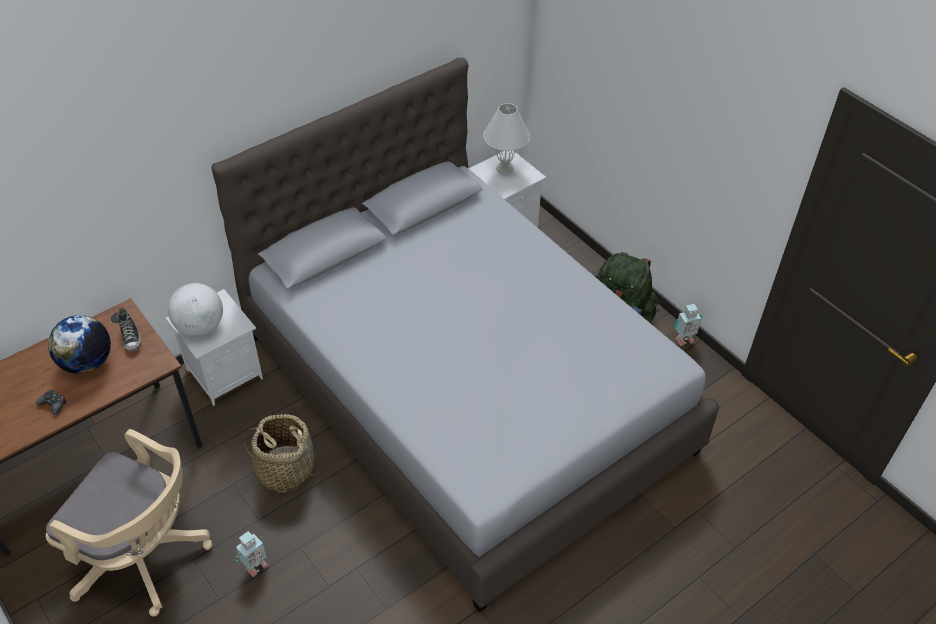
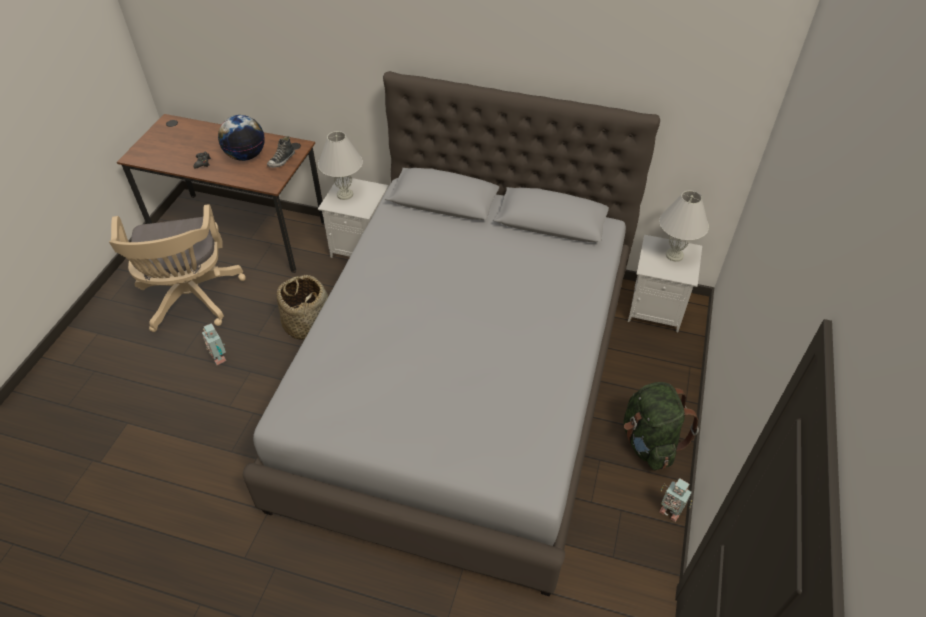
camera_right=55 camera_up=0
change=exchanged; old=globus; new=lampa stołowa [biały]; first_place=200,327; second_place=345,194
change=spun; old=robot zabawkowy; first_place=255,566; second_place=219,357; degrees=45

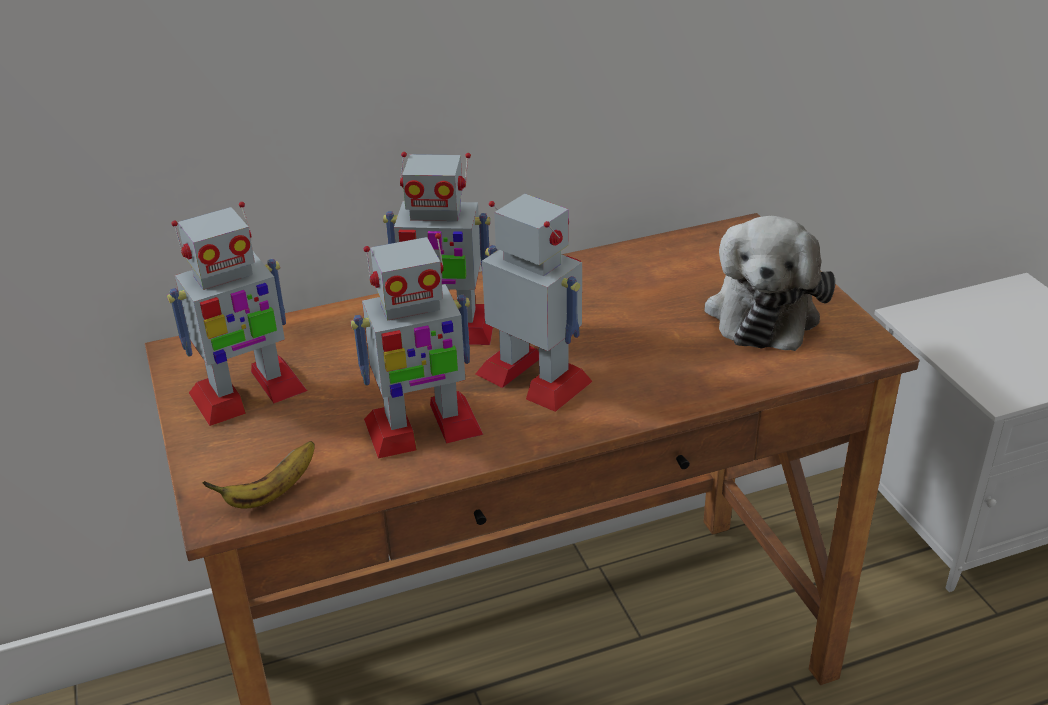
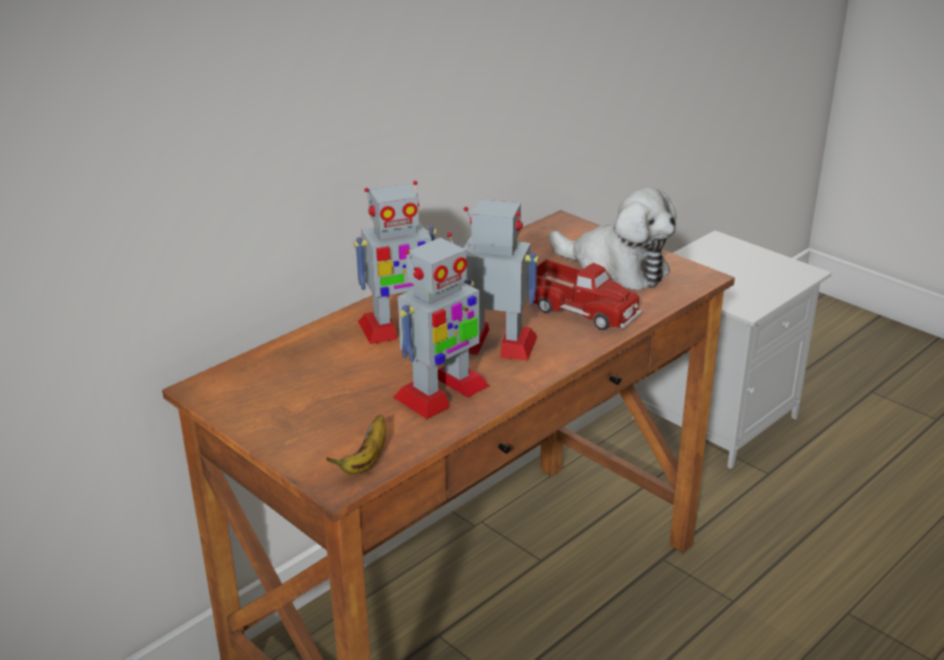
camera_right=-25 camera_up=-5
change=missing; old=robot zabawkowy; first_place=247,393
change=appeared; new=ciężarówka zabawkowa; second_place=581,309
change=spun; old=pluszak; first_place=763,311; second_place=616,269; degrees=-45

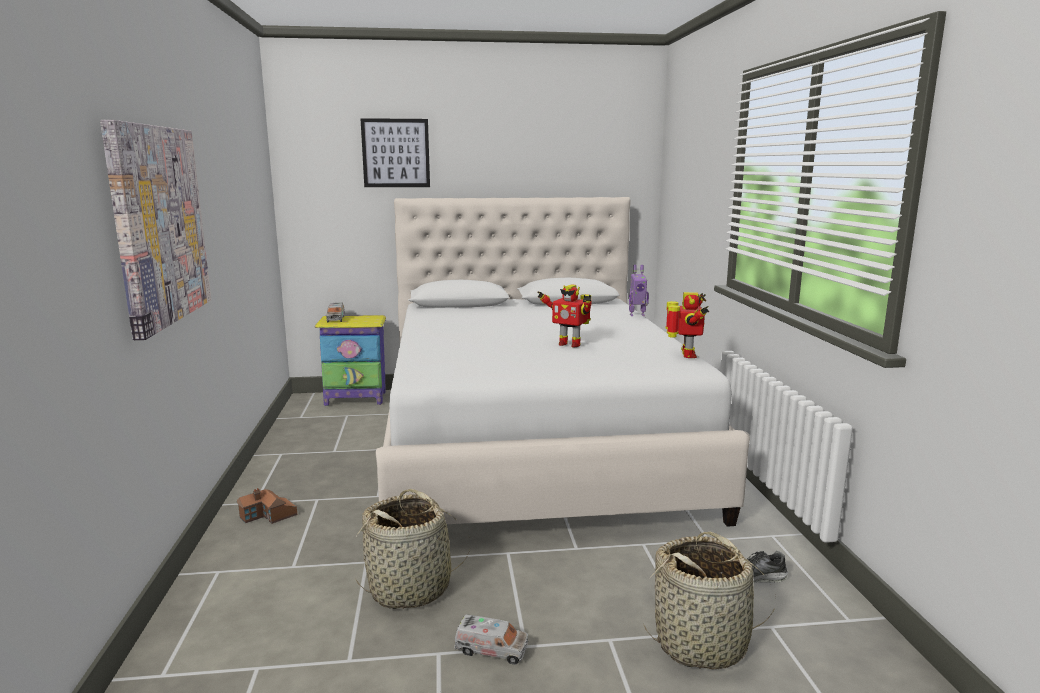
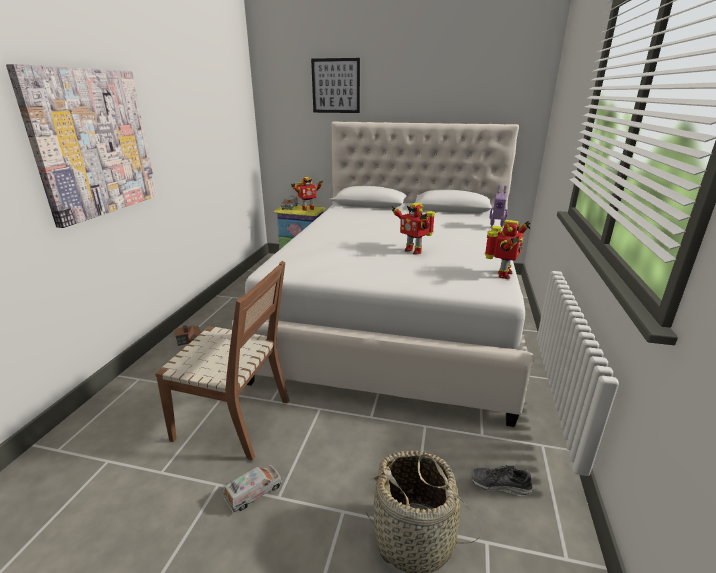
camera_right=20 camera_up=10
change=appeared; new=robot zabawkowy; second_place=307,209
change=exchanged; old=koszyk; new=krzesło; first_place=411,588; second_place=237,422
change=spun; old=ciężarówka zabawkowa; first_place=491,649; second_place=254,493; degrees=-75

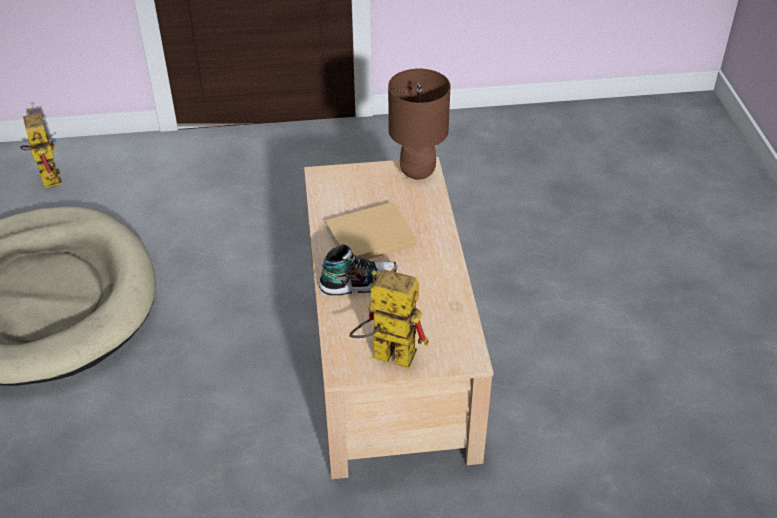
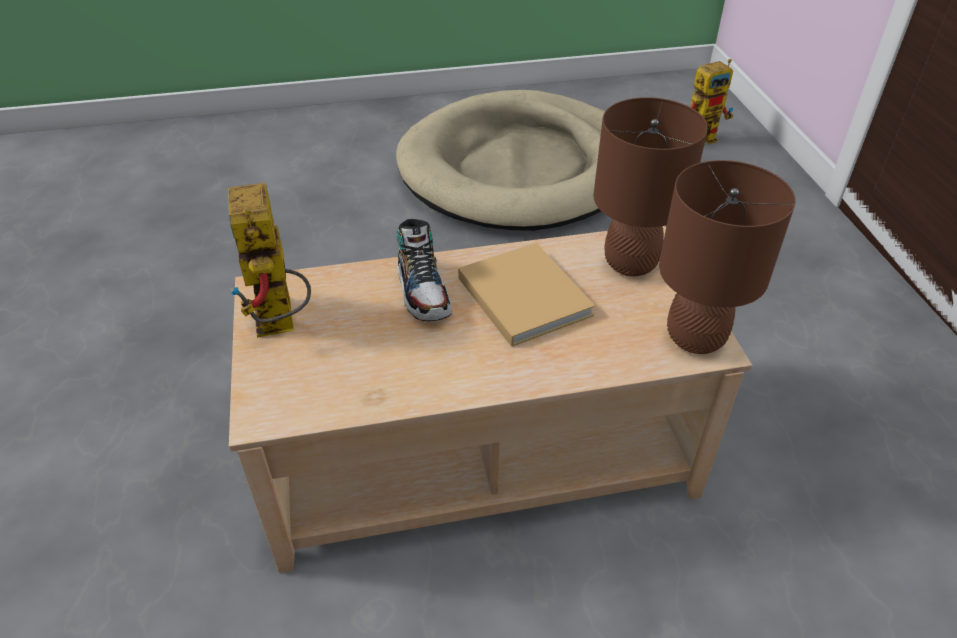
camera_right=85 camera_up=0
change=appeared; new=lampa stołowa [brązowy]; second_place=632,264
change=spun; old=robot zabawkowy; first_place=384,355; second_place=281,325; degrees=150

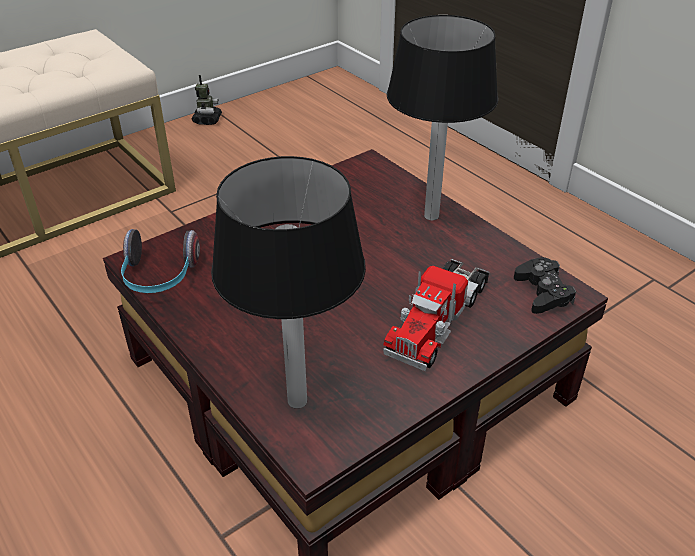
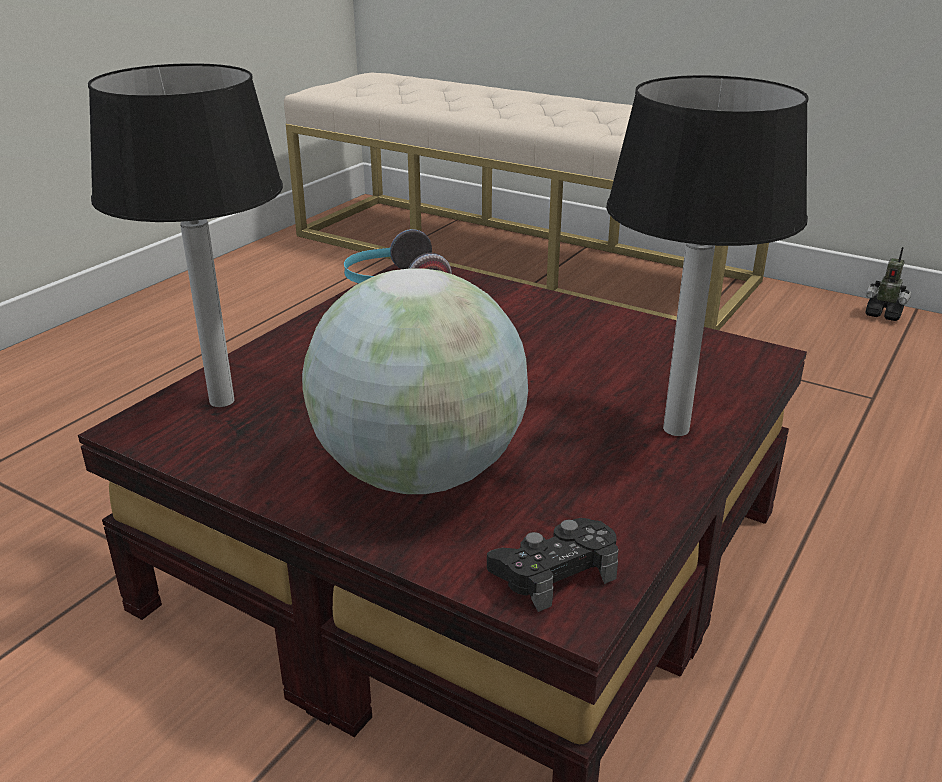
camera_right=70 camera_up=-10
change=exchanged; old=ciężarówka zabawkowa; new=globus; first_place=438,319; second_place=420,474
change=spun; old=robot zabawkowy; first_place=207,120; second_place=883,314; degrees=45

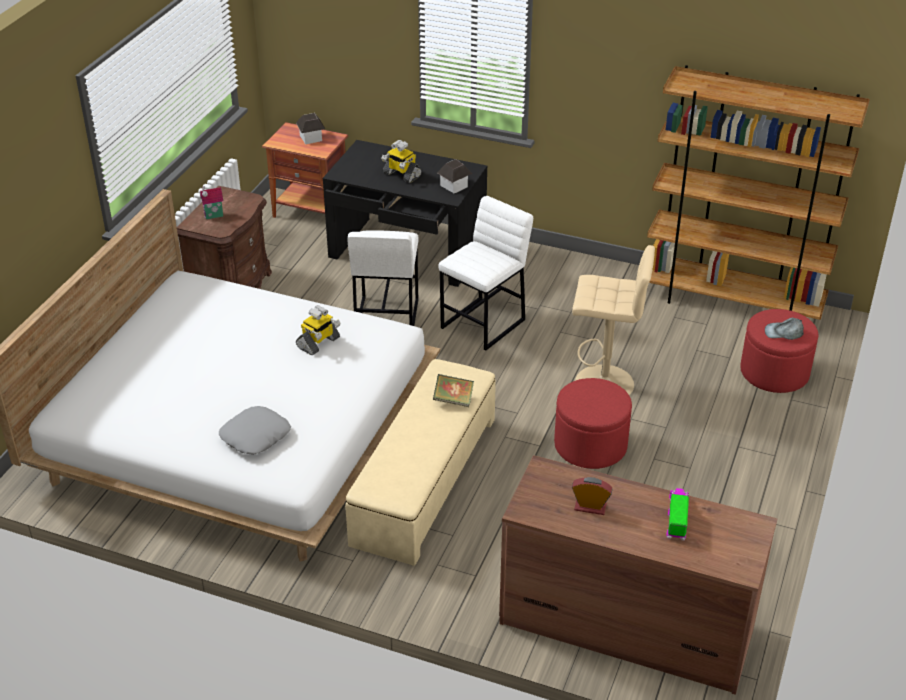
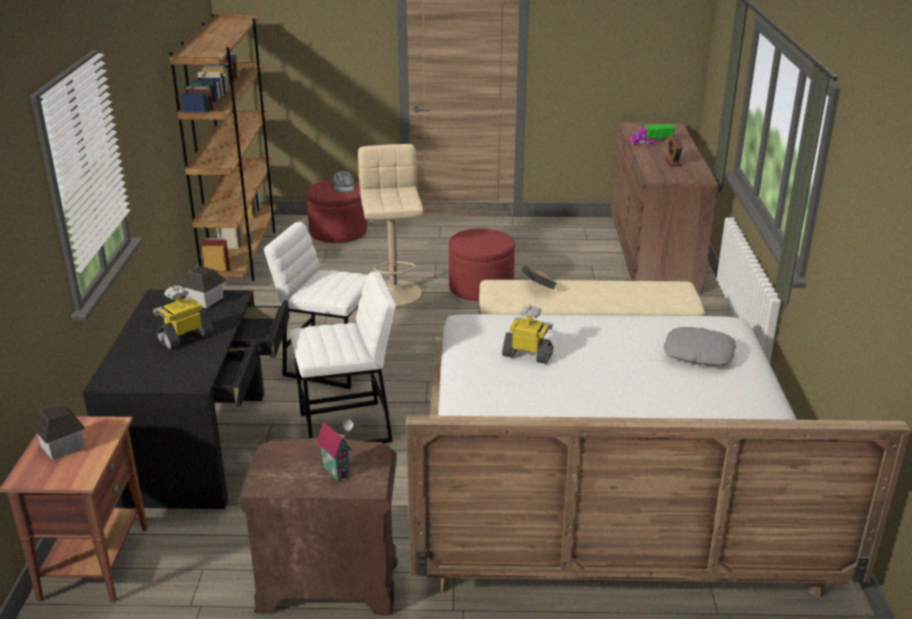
camera_right=-110 camera_up=-10
change=spun; old=robot zabawkowy; first_place=401,175; second_place=185,337; degrees=-150

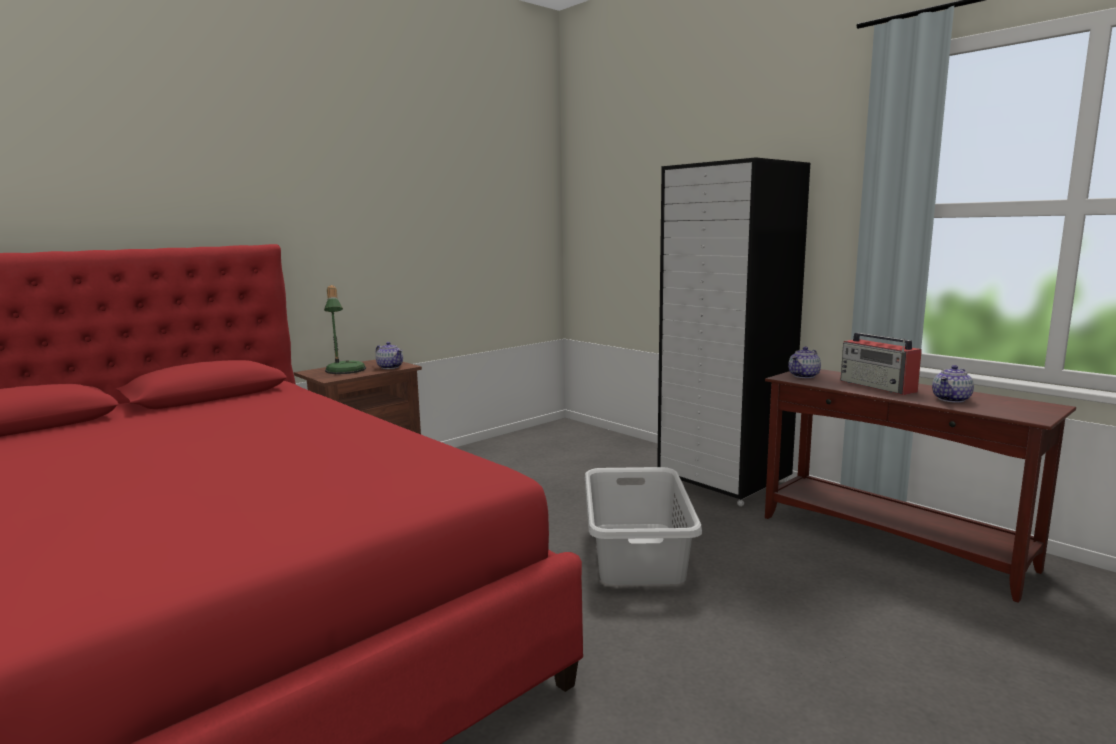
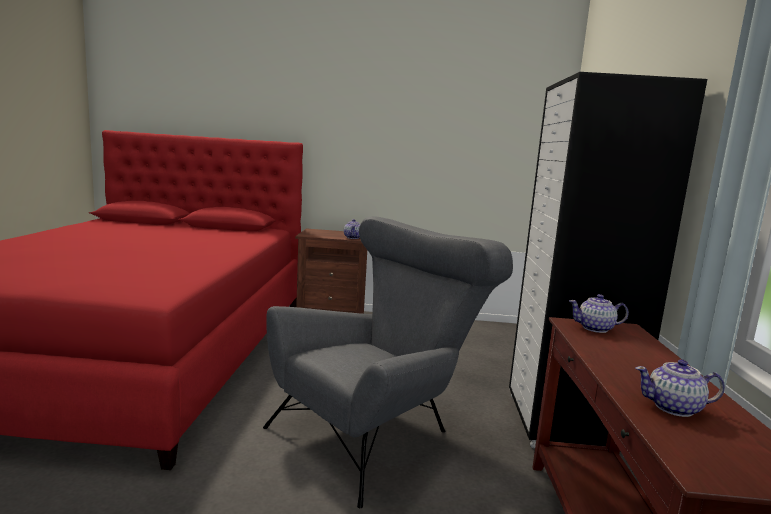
camera_right=45 camera_up=0
change=missing; old=lampa stołowa; first_place=344,371
change=missing; old=radio; first_place=878,386
change=exchanged; old=kosz na pranie [szary]; new=fotel [szary]; first_place=638,552; second_place=377,429

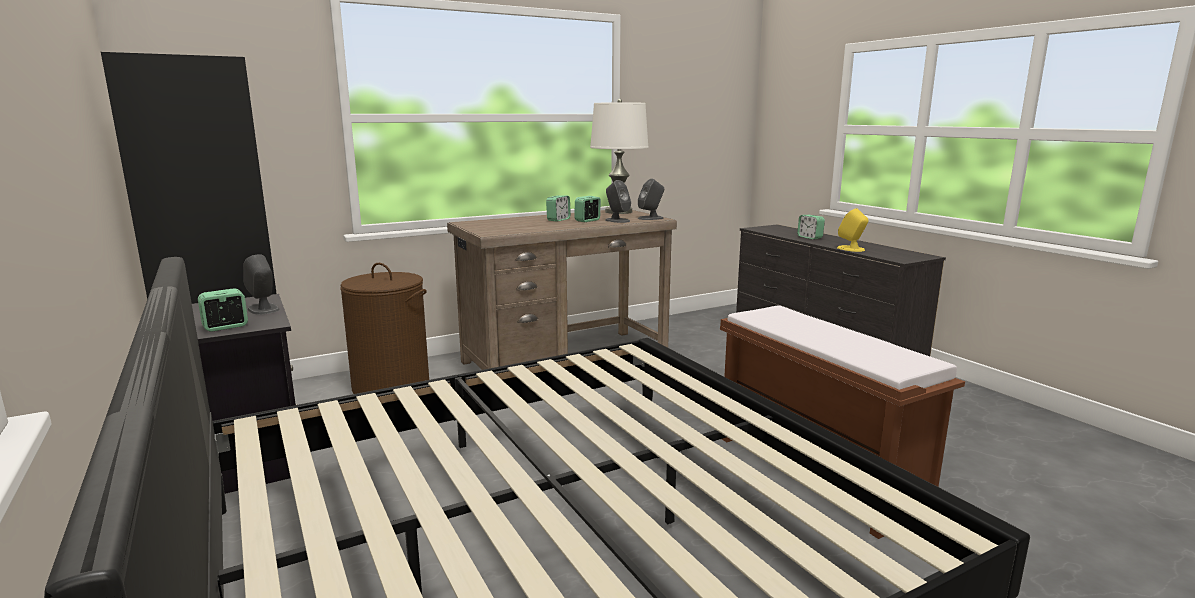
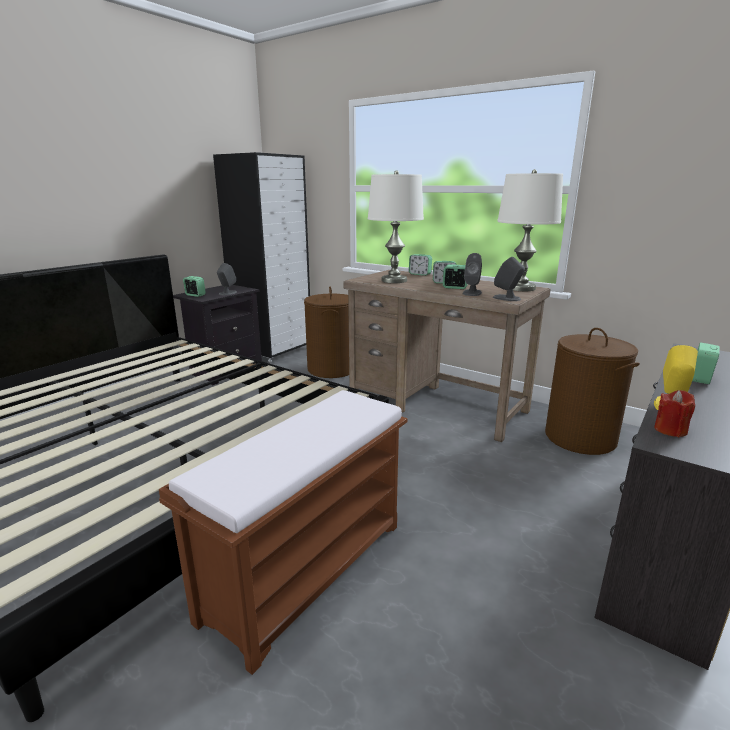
camera_right=65 camera_up=5
change=appeared; new=lampa stołowa [biały]; second_place=394,280
change=appeared; new=budzik; second_place=420,274
change=appeared; new=kosz na pranie [brązowy]; second_place=580,438
change=appeared; new=świeca [czerwony]; second_place=670,430

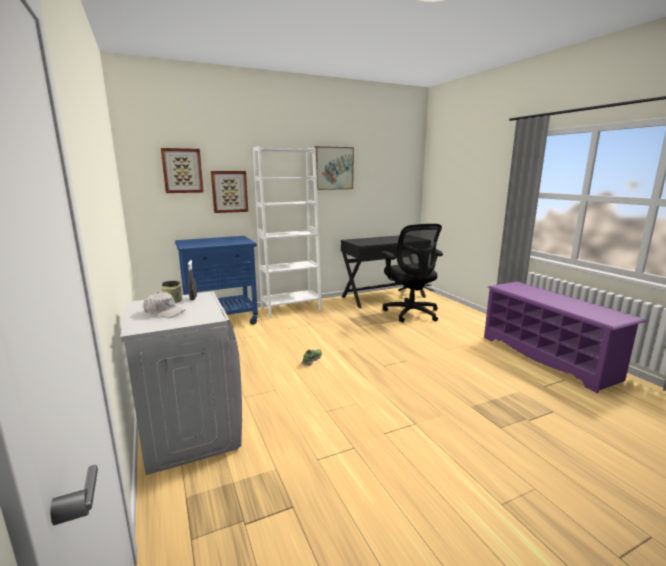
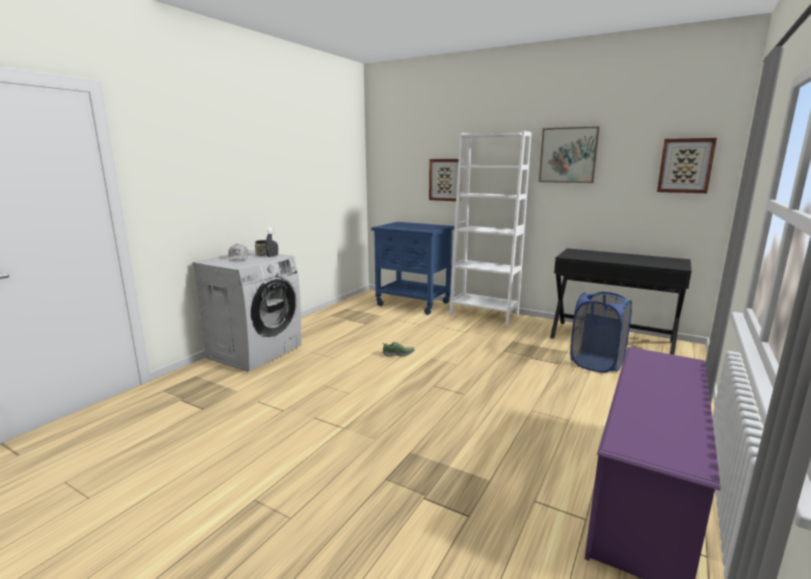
camera_right=55 camera_up=0
change=relocated; old=obraz; first_place=182,170; second_place=685,165
change=exchanged; old=krzesło biurowe [czarny]; new=kosz na pranie [niebieski]; first_place=409,312; second_place=596,363

